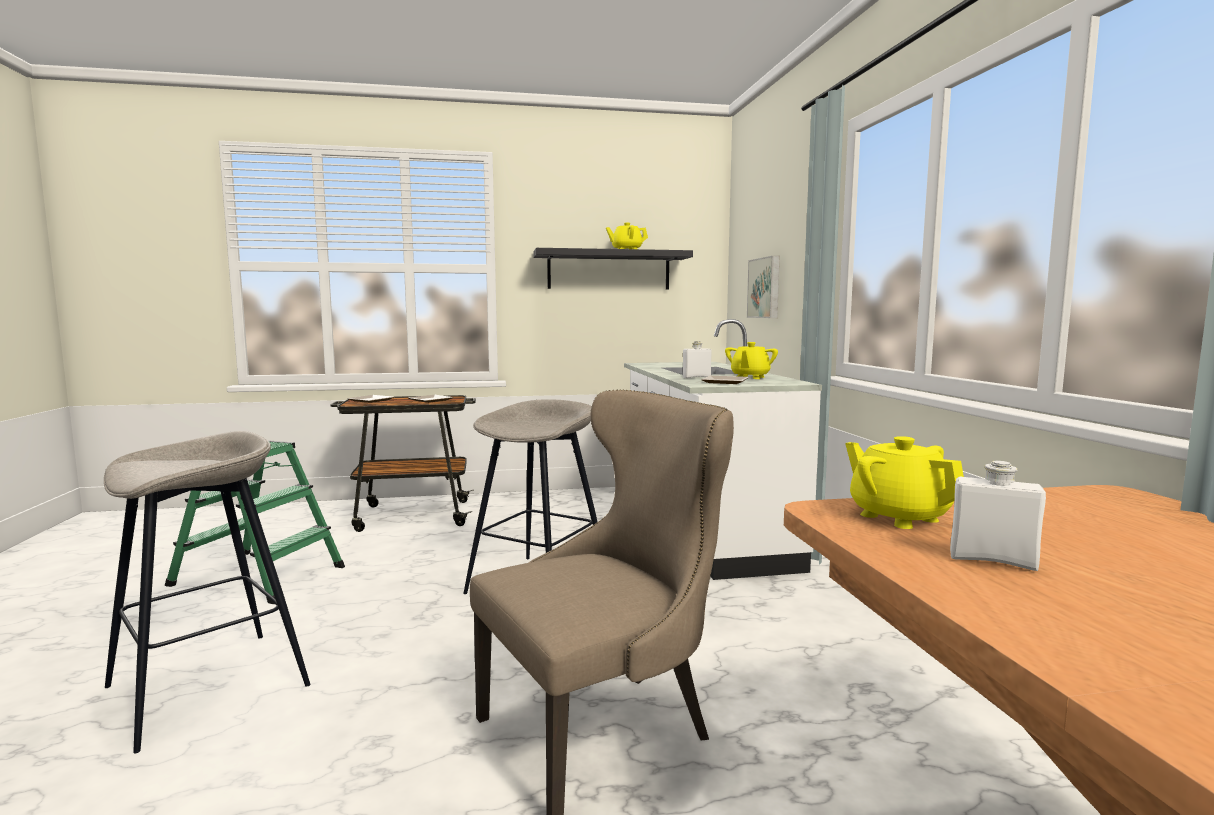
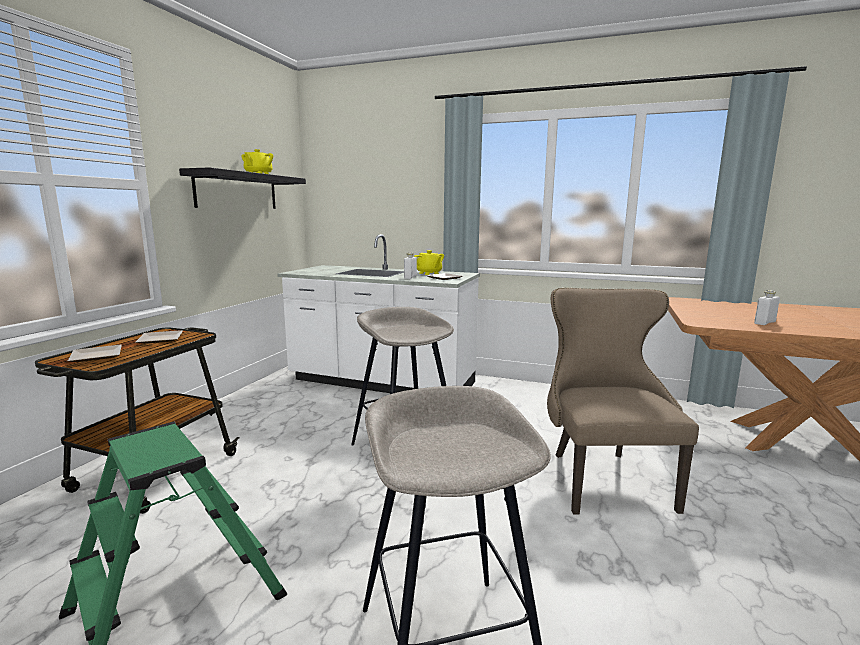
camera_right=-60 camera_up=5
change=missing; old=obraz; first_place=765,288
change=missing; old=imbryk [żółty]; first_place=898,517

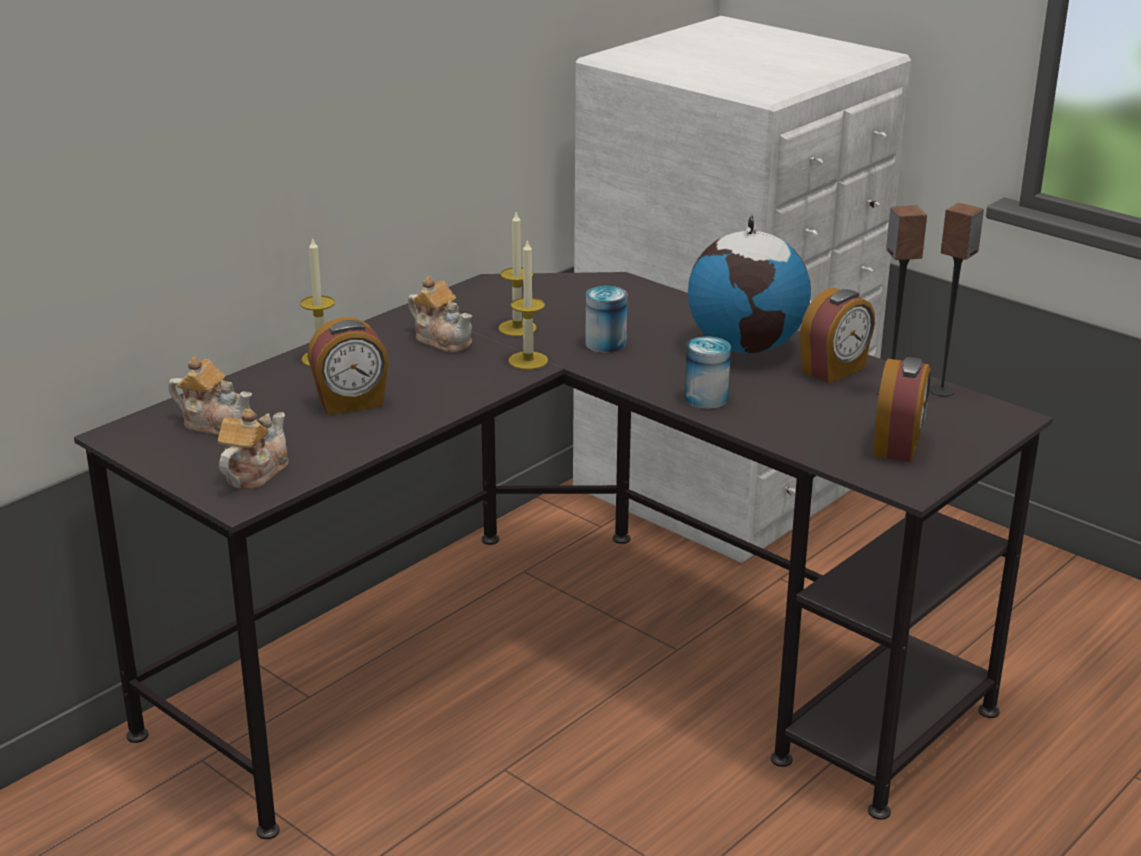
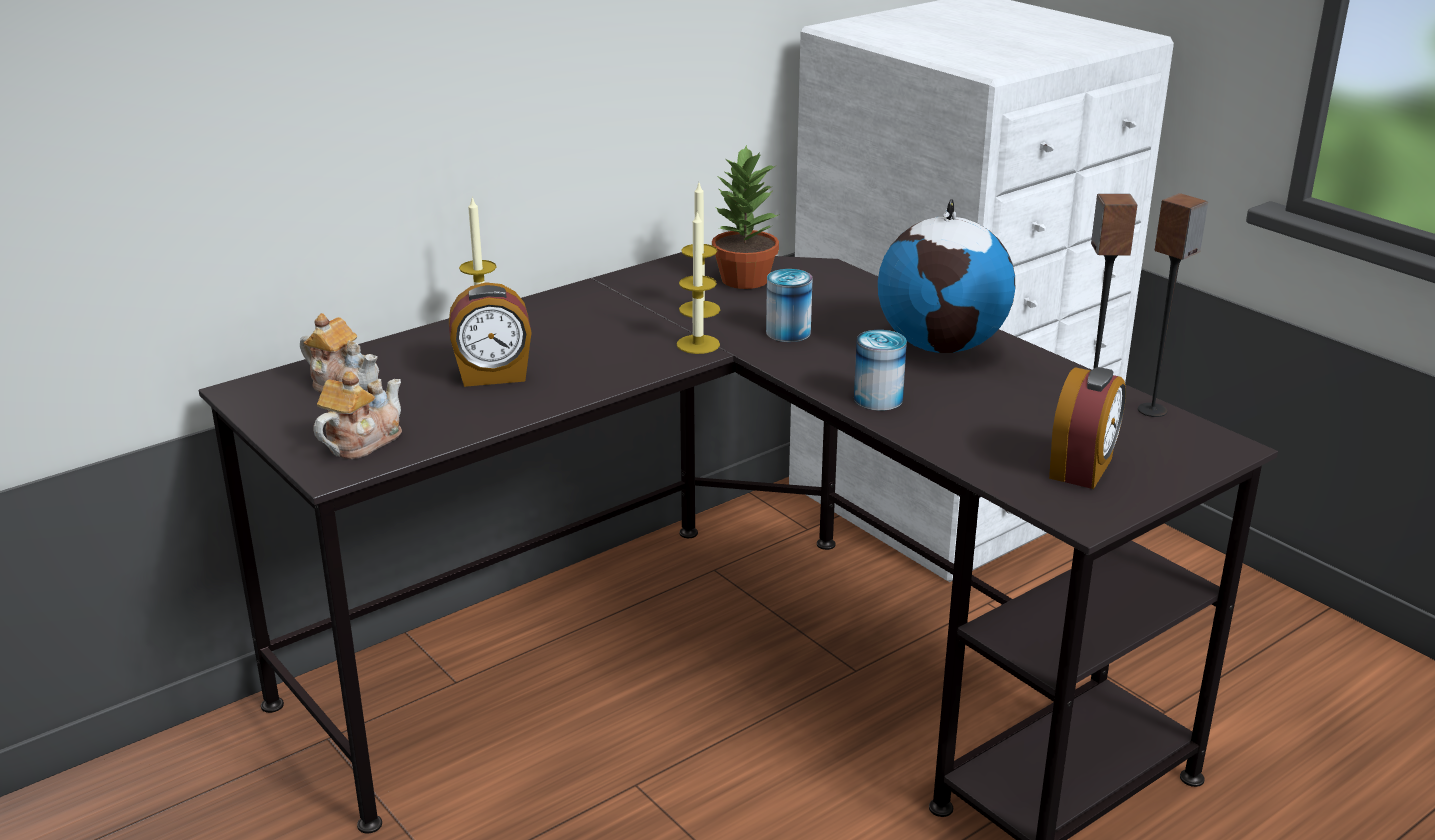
camera_right=10 camera_up=0
change=missing; old=imbryk; first_place=443,340
change=missing; old=budzik; first_place=834,370
change=appeared; new=roślina doniczkowa; second_place=744,280

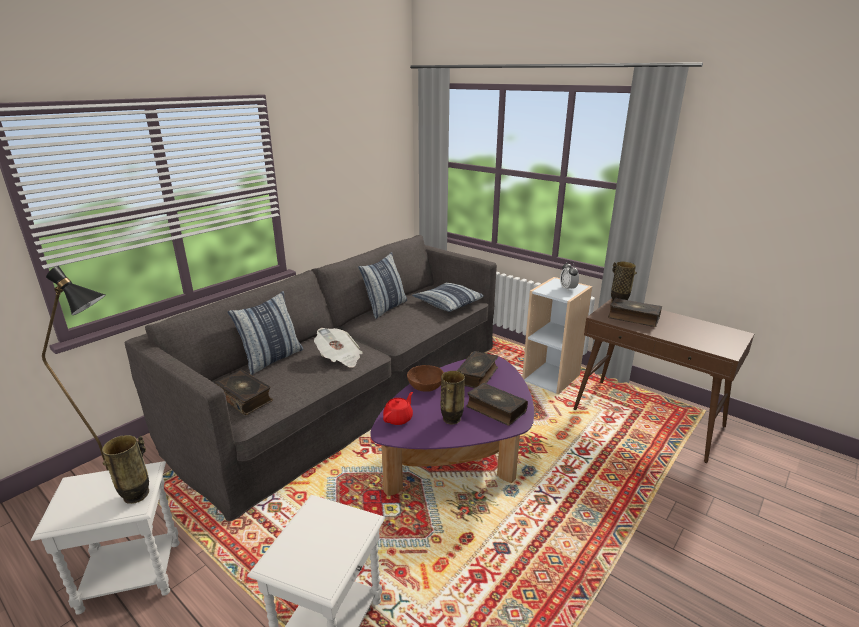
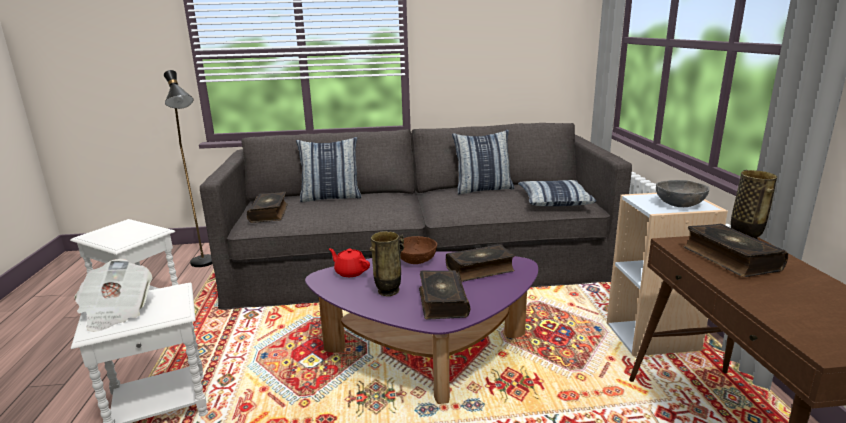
camera_right=45 camera_up=-5
change=missing; old=wazon; first_place=136,495
change=relocated; old=gazeta; first_place=339,358; second_place=116,311
change=exchanged; old=budzik; new=miska [szary]; first_place=568,289; second_place=679,204
change=spun; old=imbryk [czerwony]; first_place=398,418; second_place=350,272; degrees=-135

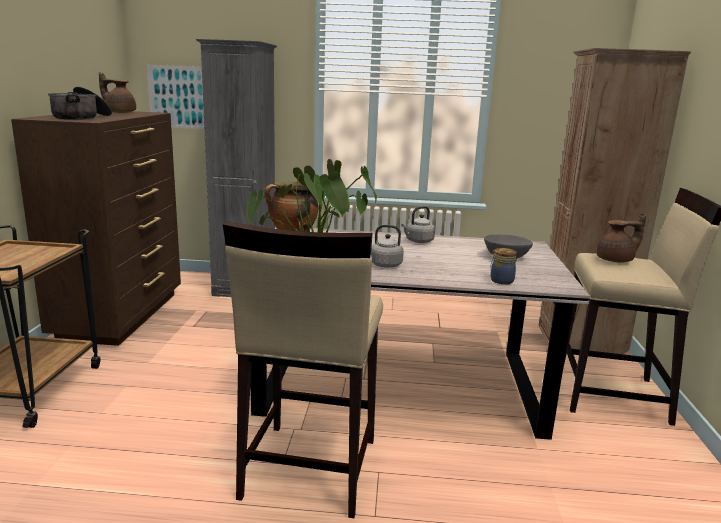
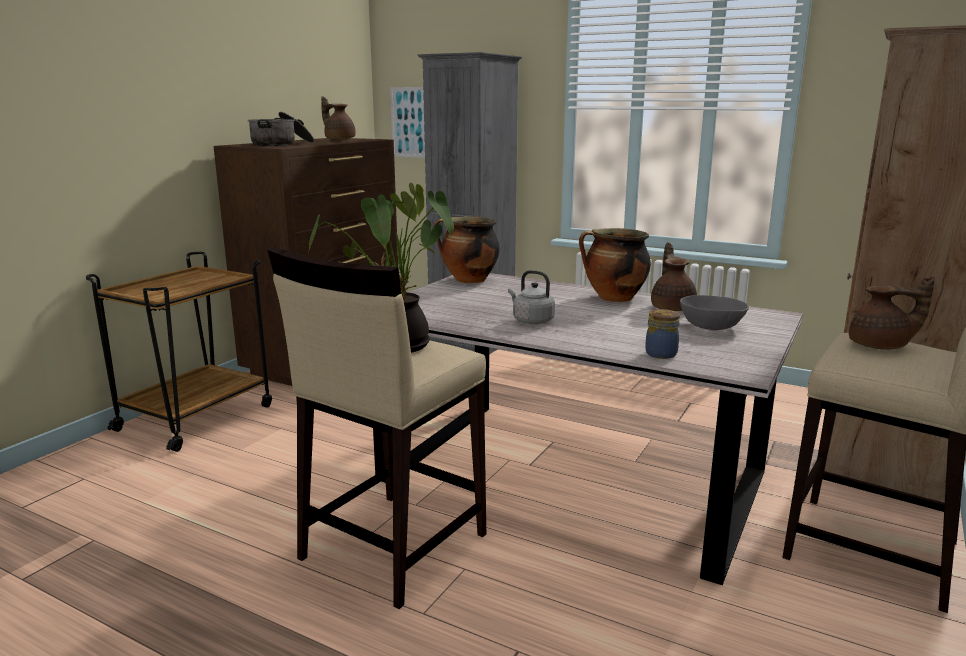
camera_right=25 camera_up=0
change=appeared; new=imbryk [brązowy]; second_place=672,307
change=exchanged; old=czajnik [szary]; new=garnek; first_place=418,241; second_place=613,299

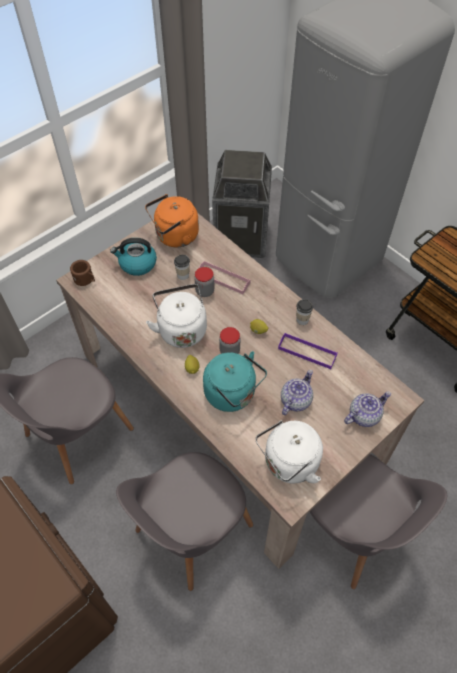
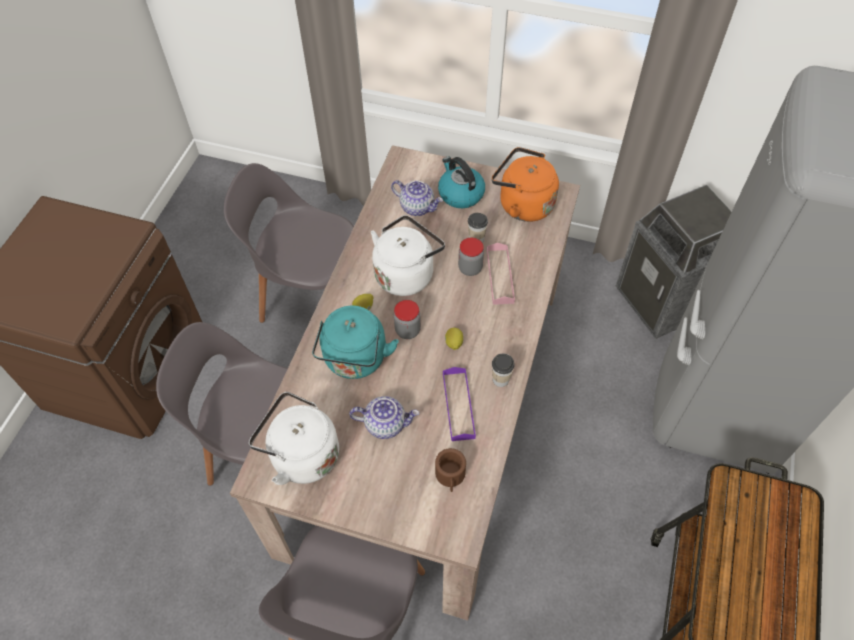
camera_right=60 camera_up=0
change=relocated; old=kubek [brązowy]; first_place=85,279; second_place=450,476
change=relocated; old=imbryk; first_place=364,415; second_place=417,207

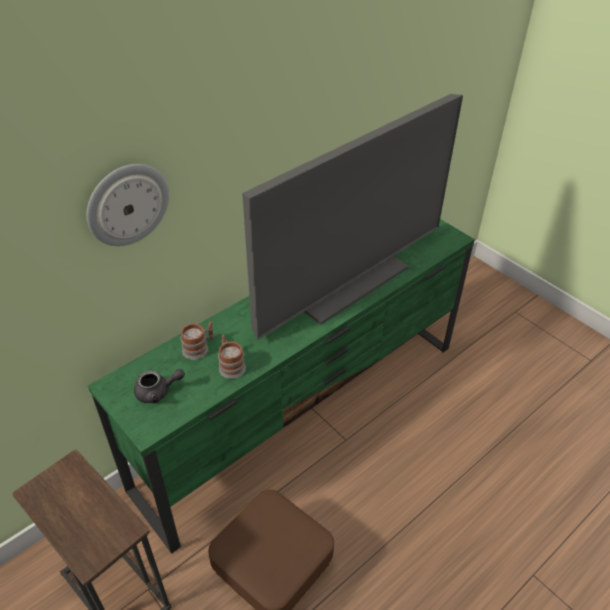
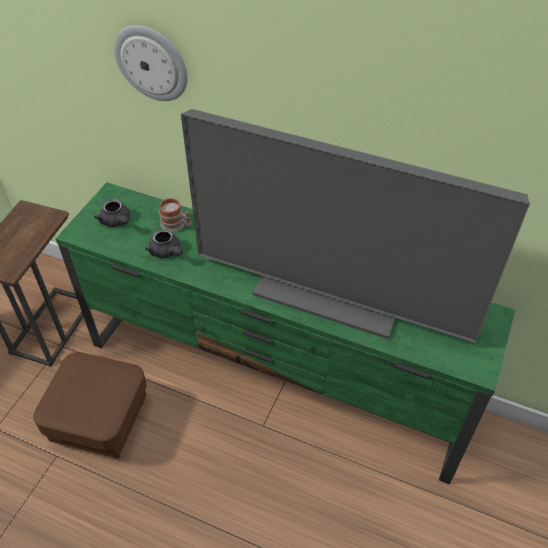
camera_right=65 camera_up=5
change=exchanged; old=kubek; new=imbryk [szary]; first_place=230,365; second_place=167,252

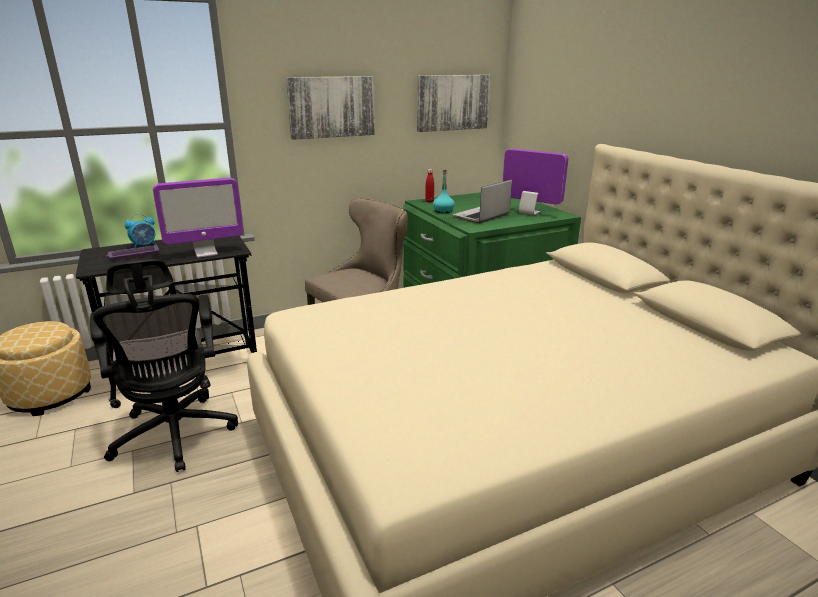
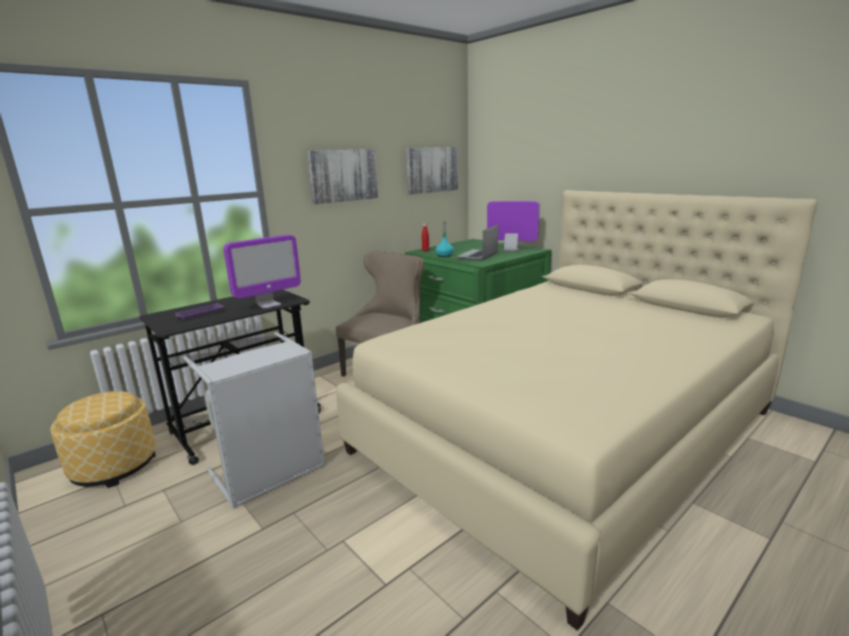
camera_right=-15 camera_up=-5
change=missing; old=budzik; first_place=144,246
change=exchanged; old=krzesło biurowe; new=kosz na pranie [szary]; first_place=175,434; second_place=270,474

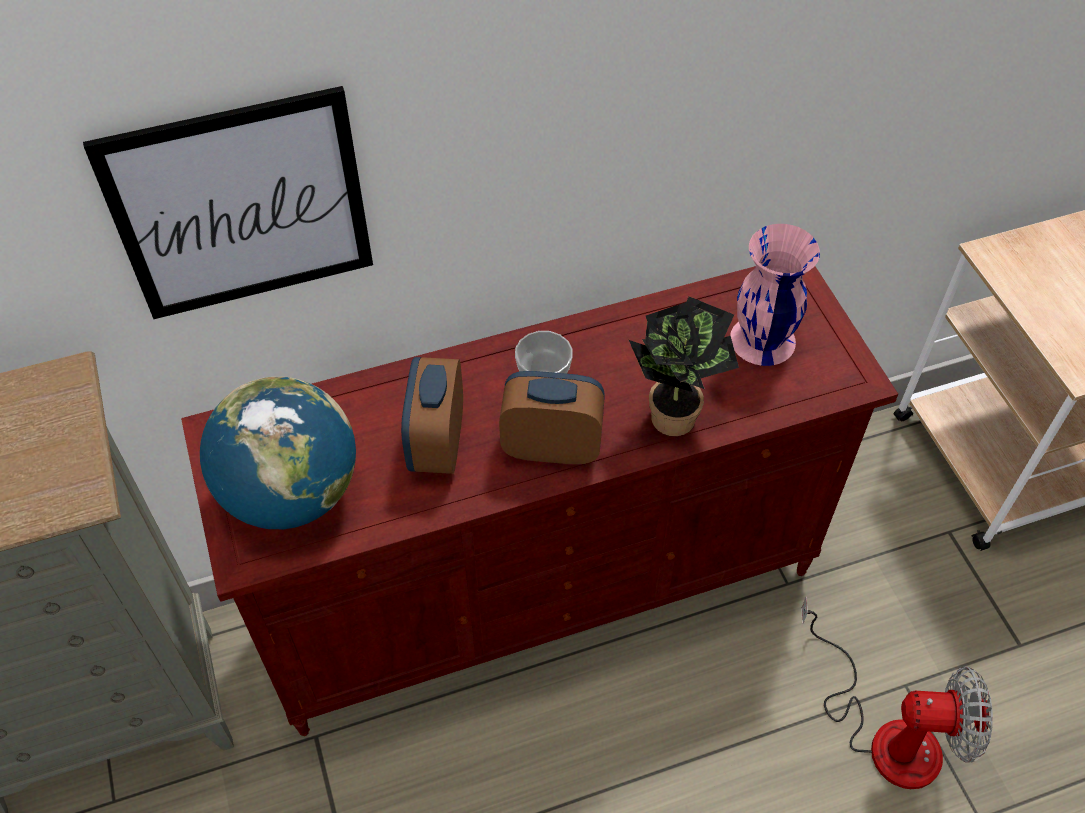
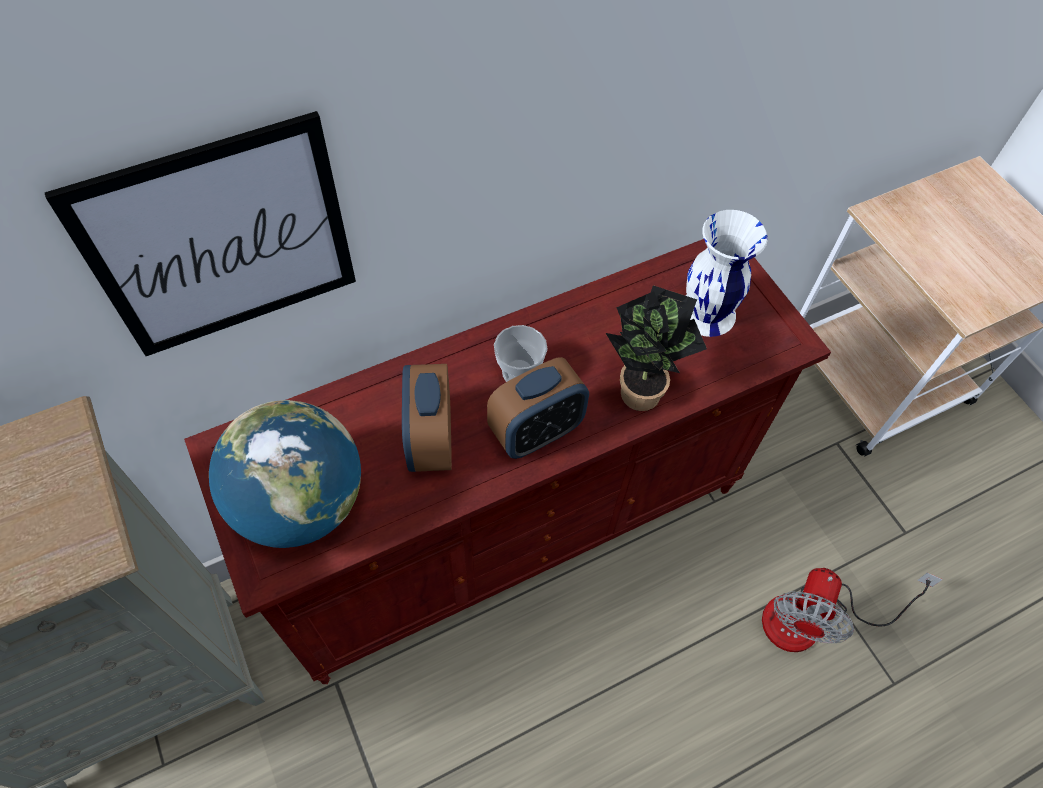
camera_right=-10 camera_up=5
change=colour; old=wazon [różowy]; new=wazon [biały]; first_place=761,340; second_place=705,312
change=spun; old=budzik; first_place=552,446; second_place=536,432; degrees=150
change=spun; old=wentylator; first_place=886,732; second_place=811,619; degrees=120

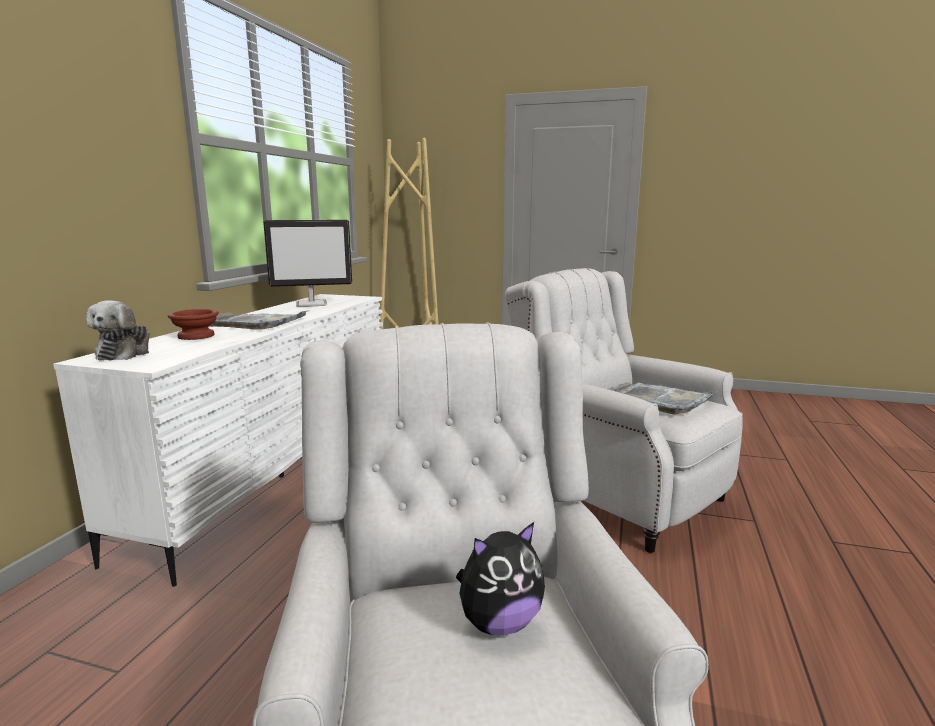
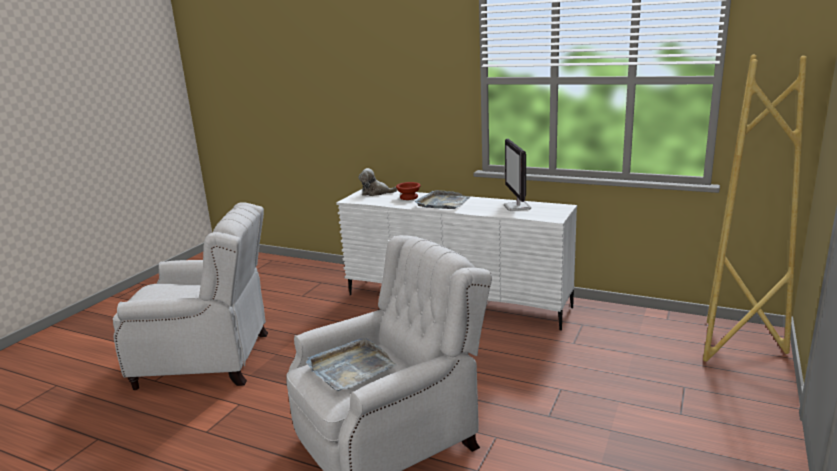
camera_right=100 camera_up=5
change=missing; old=pluszak; first_place=499,623

